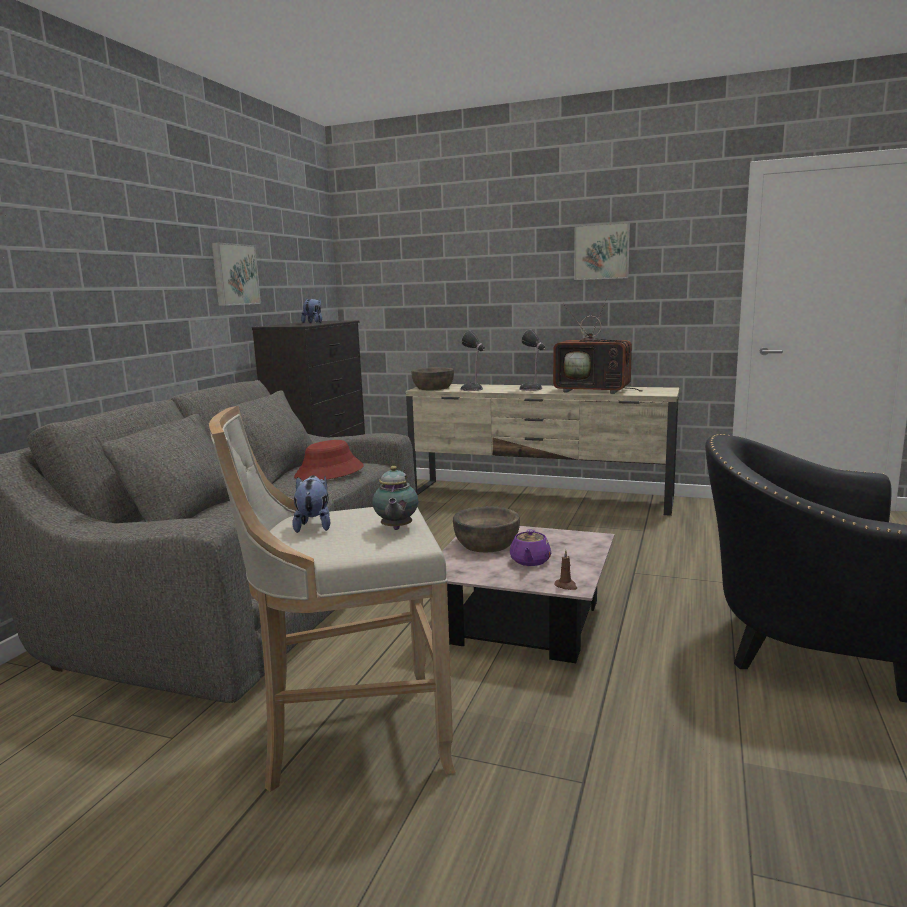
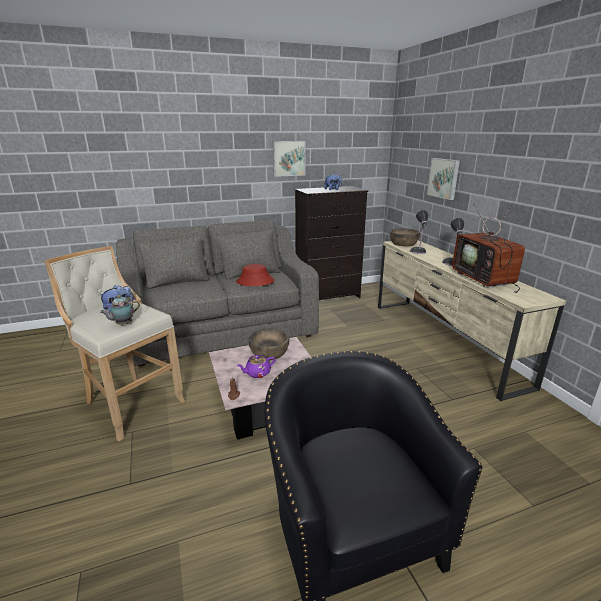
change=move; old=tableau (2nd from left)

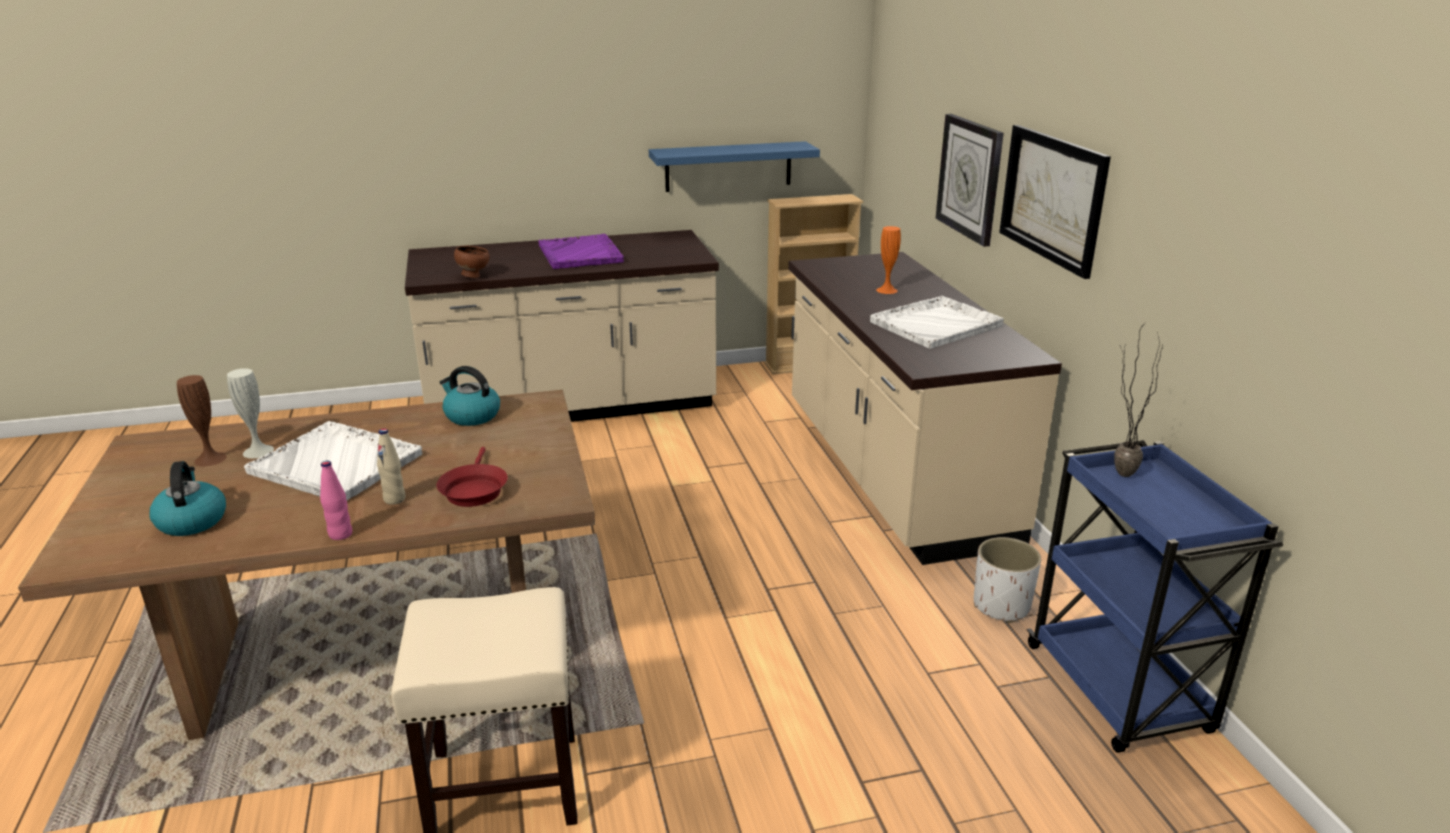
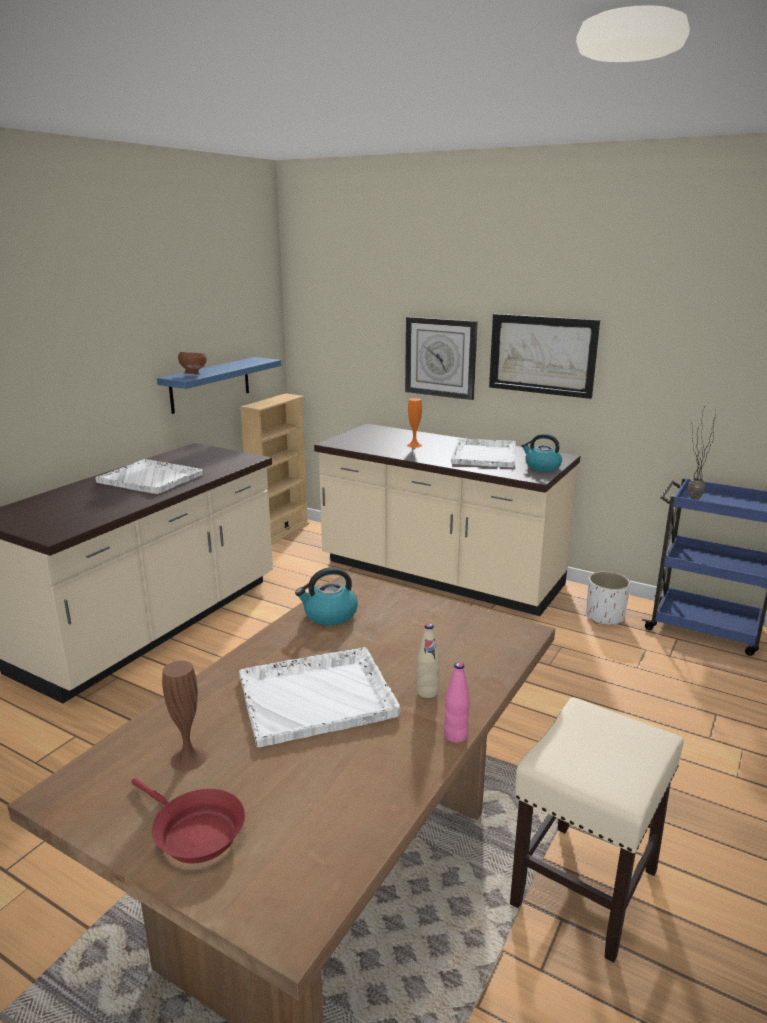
change=delete; old=vase [blanc]
change=move; old=bouilloire (1st from left in the first image); new=bouilloire (2nd from left)
change=move; old=poêle [rouge]
change=move; old=bol [marron]
change=recolor; old=plateau [violet]; new=plateau [blanc] (1st from left)

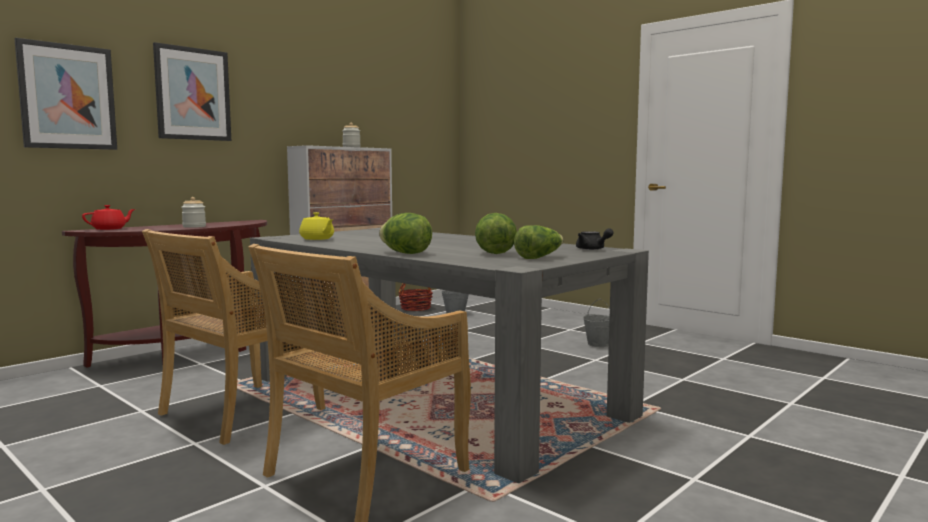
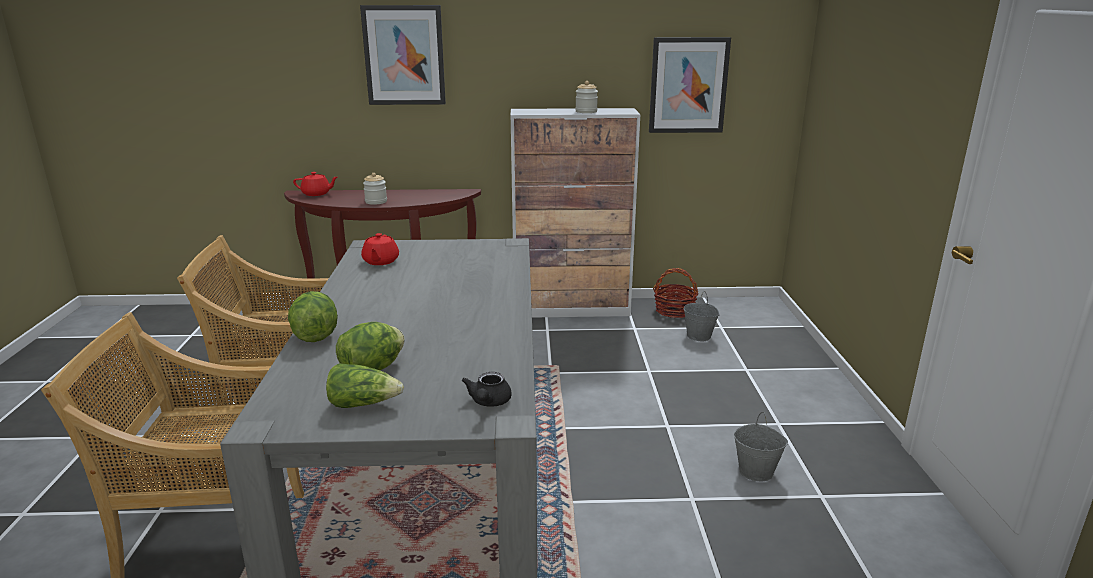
change=move; old=tableau (1st from left in the first image); new=tableau (2nd from left)
change=recolor; old=théière [jaune]; new=théière [rouge] (2nd from left)

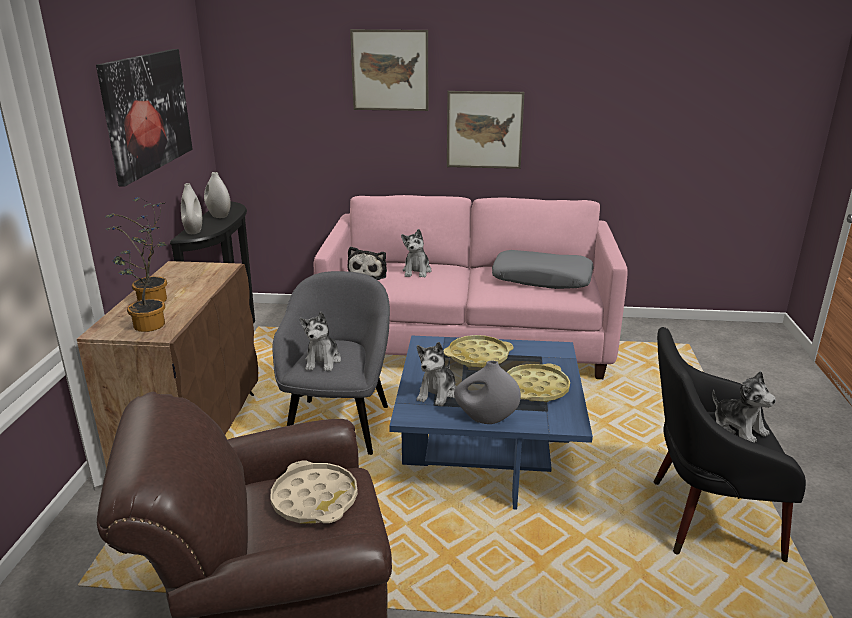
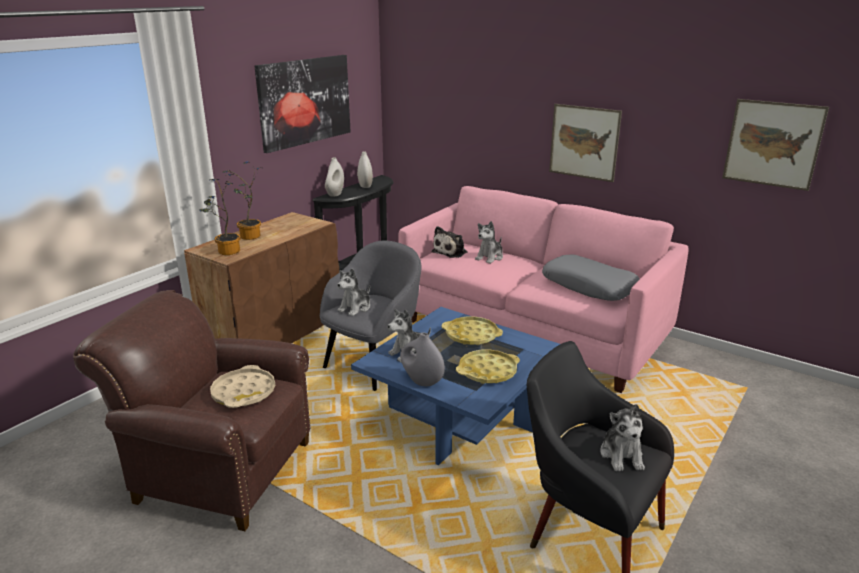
change=move; old=tableau (2nd from left in the first image); new=tableau (3rd from left)

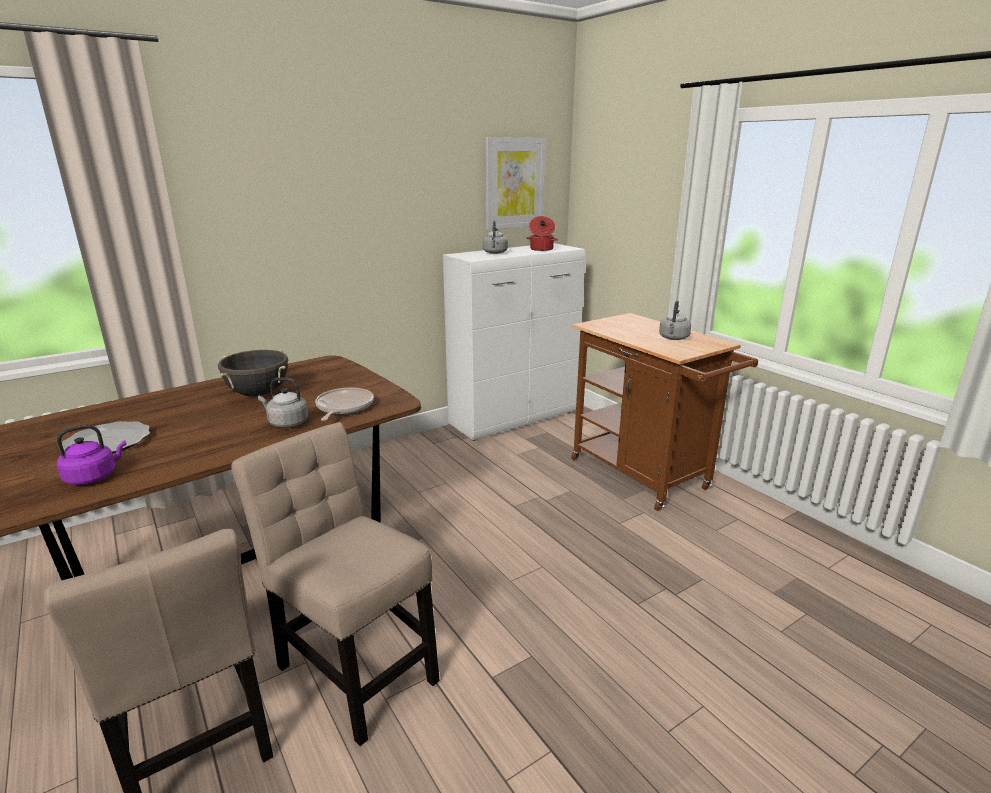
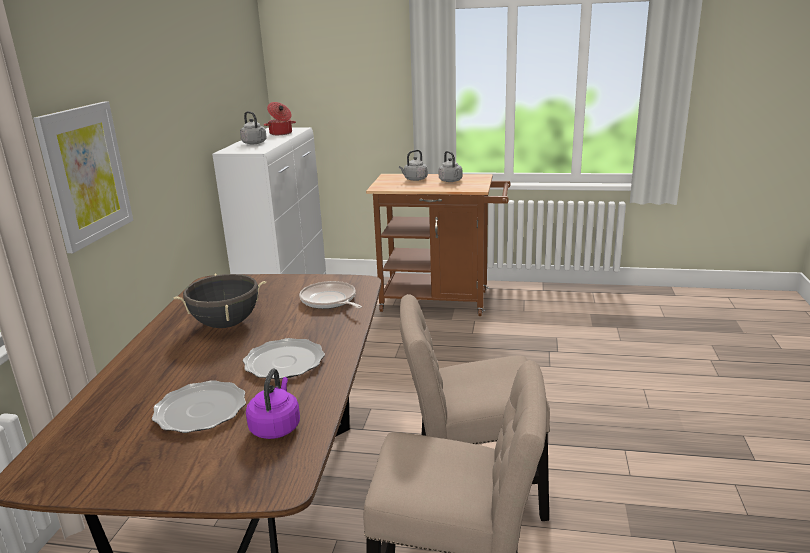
change=insert; new=assiette (2nd from left)
change=move; old=bouilloire [gris] (1st from left in the first image); new=bouilloire [gris] (2nd from left)
change=move; old=tableau

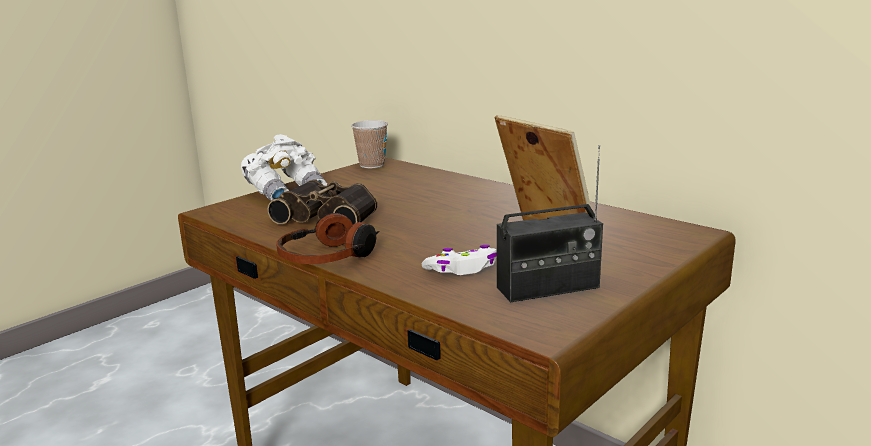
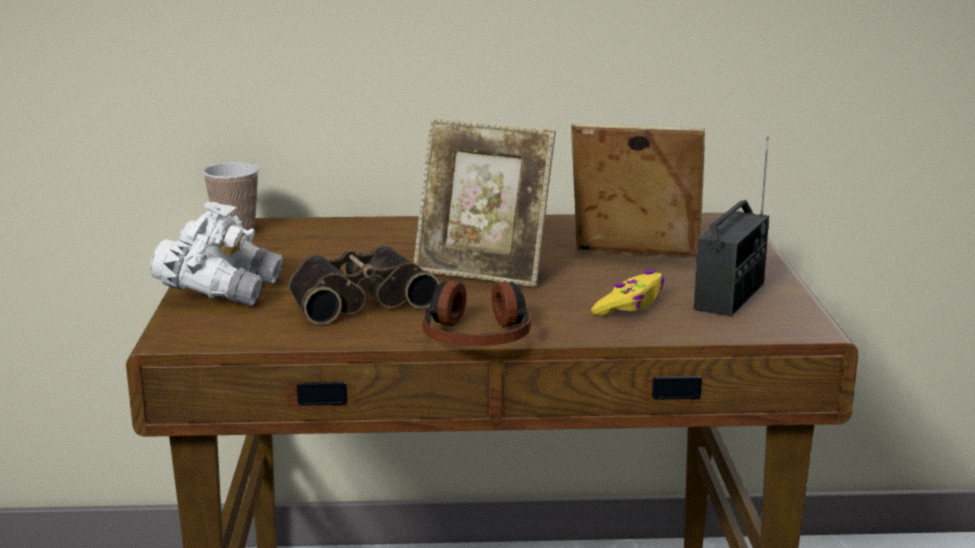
change=insert; new=cadre photo (1st from left)
change=recolor; old=manette [blanc]; new=manette [jaune]

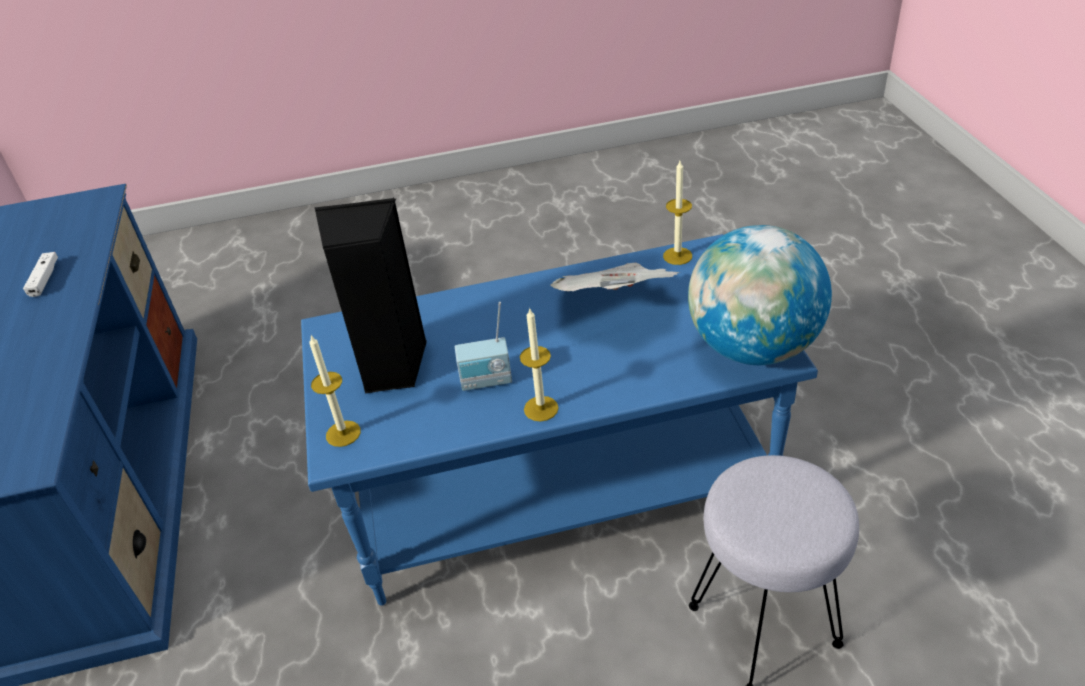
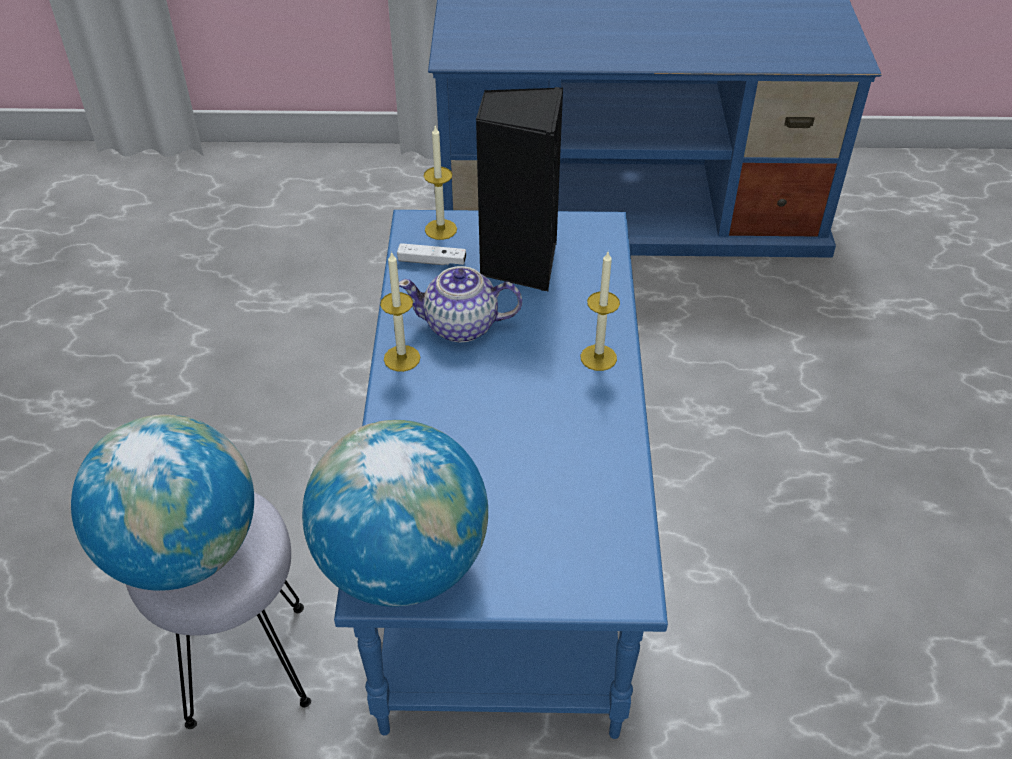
change=delete; old=journal
change=insert; new=globe (1st from left)
change=move; old=manette [blanc]
change=move; old=bougie (3rd from left)
change=replace; old=radio; new=théière

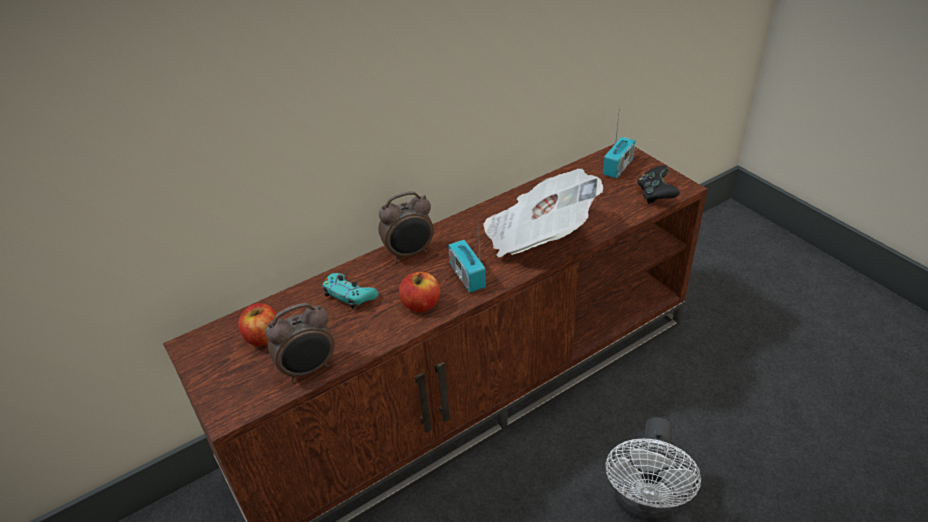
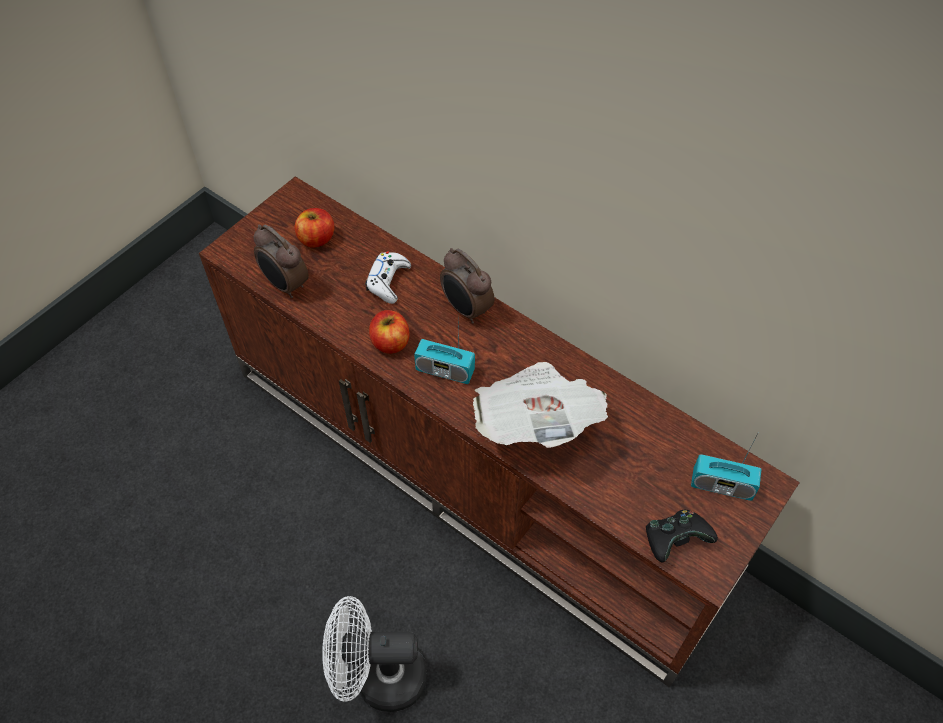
change=recolor; old=manette [turquoise]; new=manette [blanc]
change=rotate; old=radio (1st from left); degrees=-120

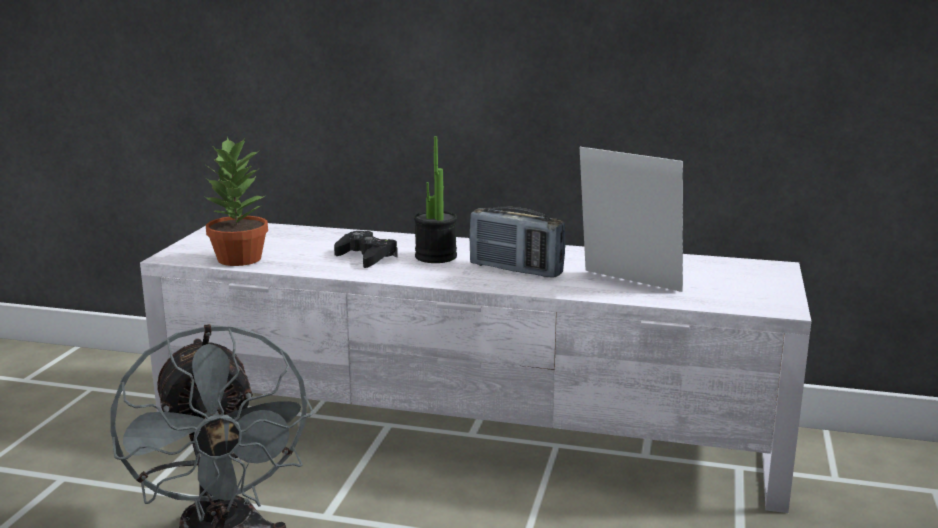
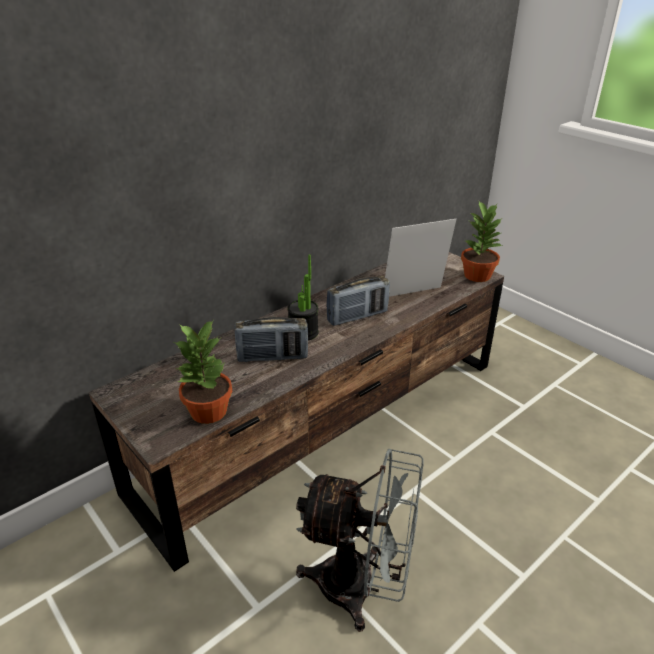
change=insert; new=plante en pot (3rd from left)
change=replace; old=manette [noir]; new=radio (1st from left)
change=recolor; old=meuble télé [blanc]; new=meuble télé [marron]

